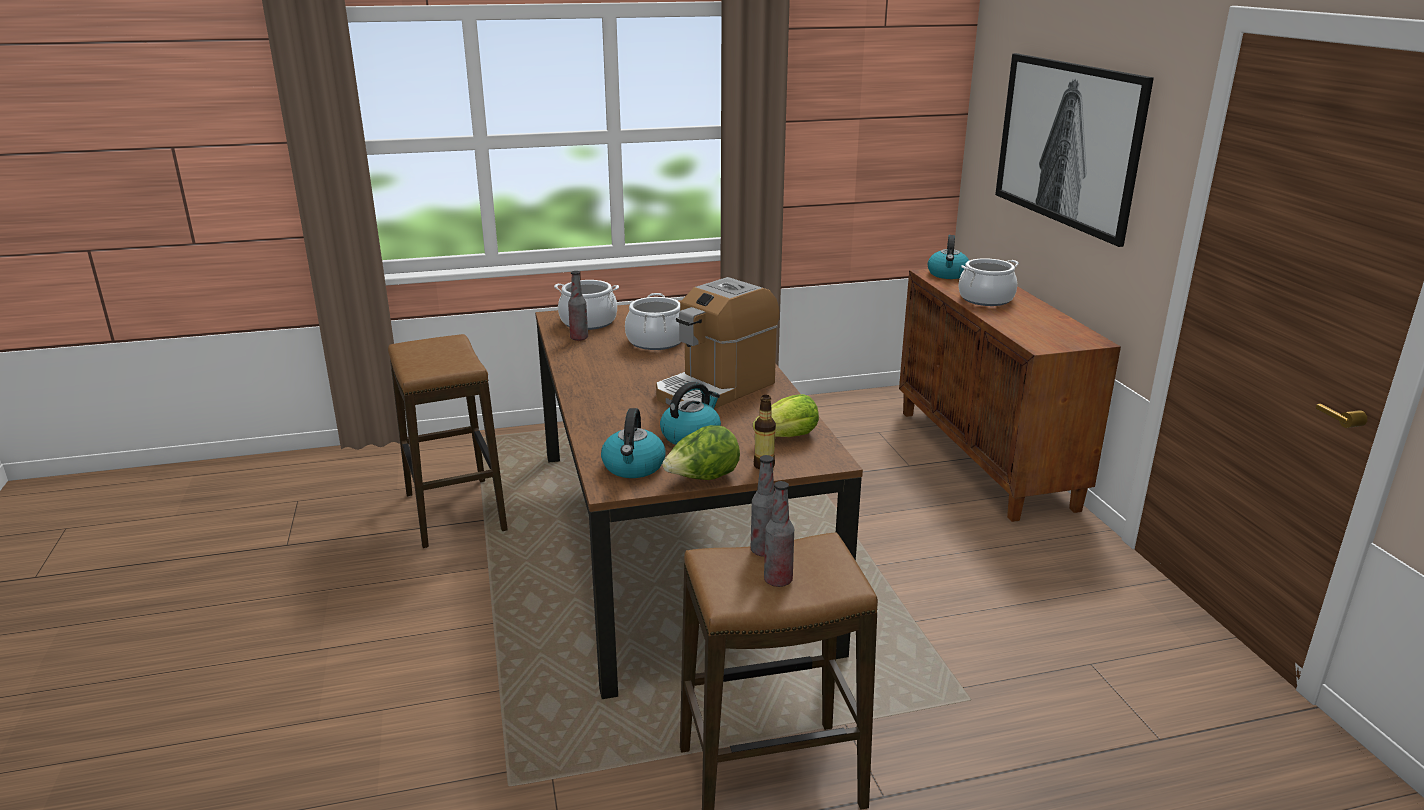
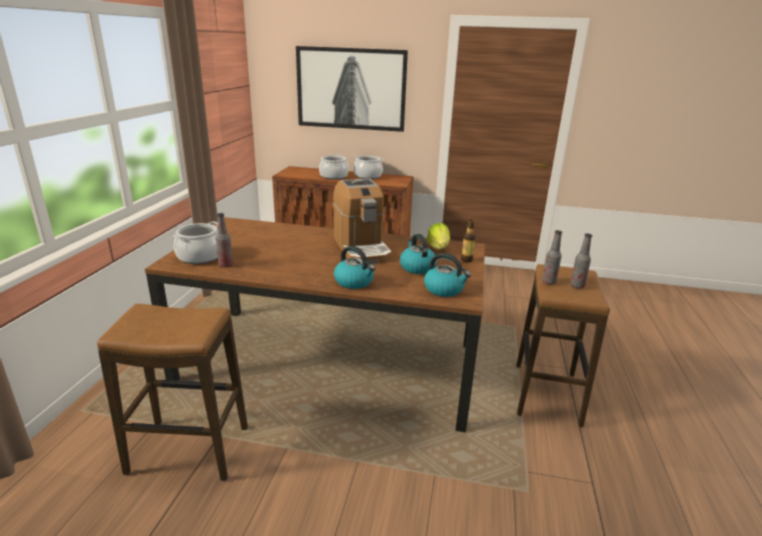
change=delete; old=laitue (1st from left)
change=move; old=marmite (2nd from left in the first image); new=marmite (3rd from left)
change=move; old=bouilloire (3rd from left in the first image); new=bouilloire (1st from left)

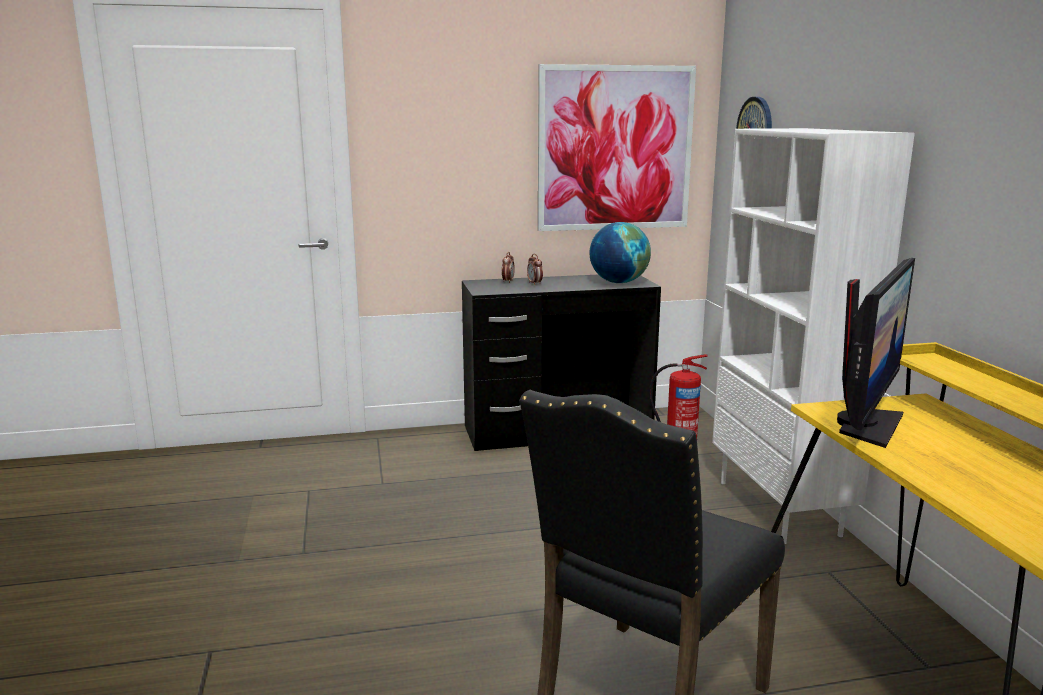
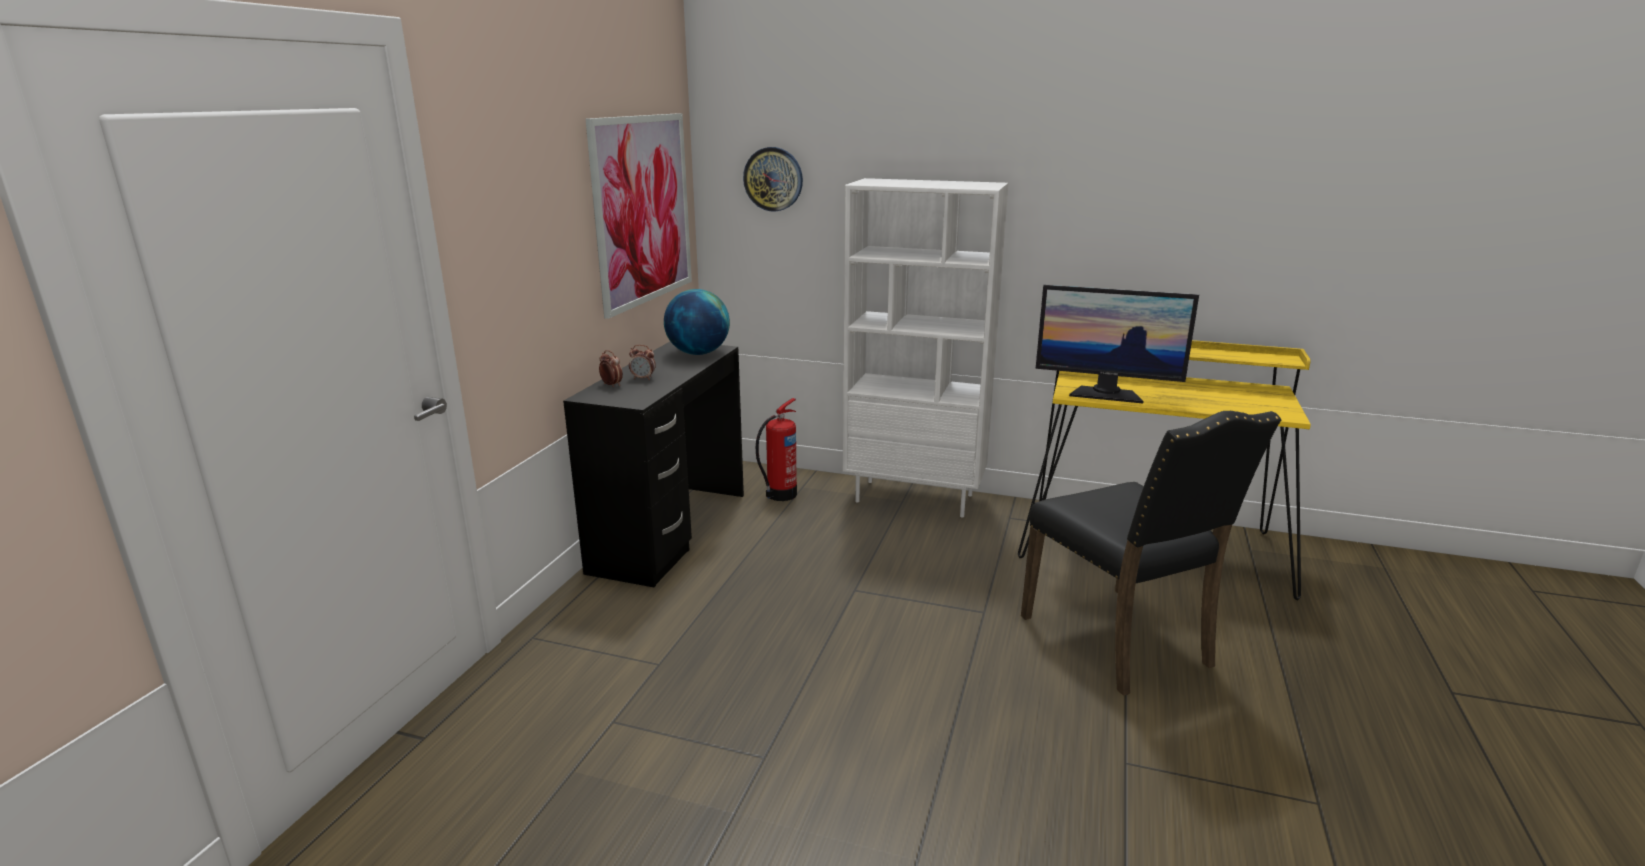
change=rotate; old=écran d'ordinateur; degrees=135

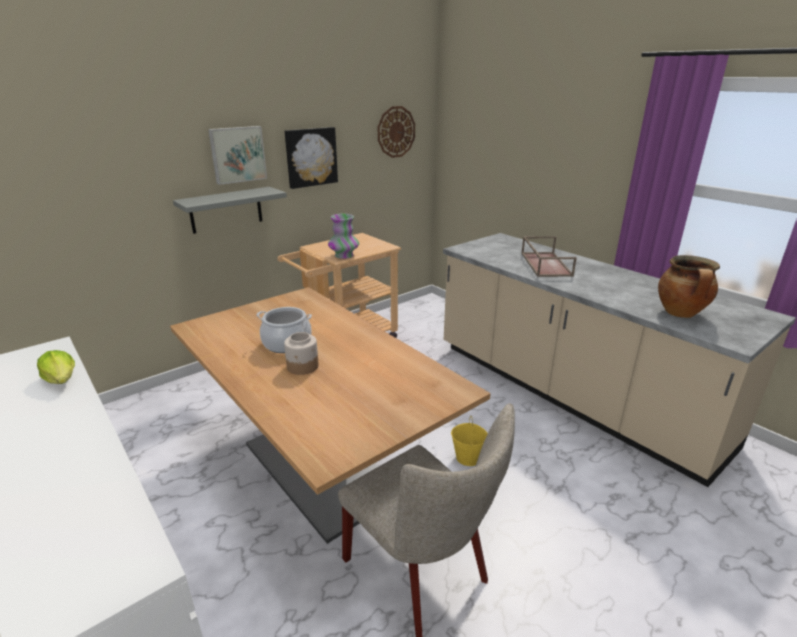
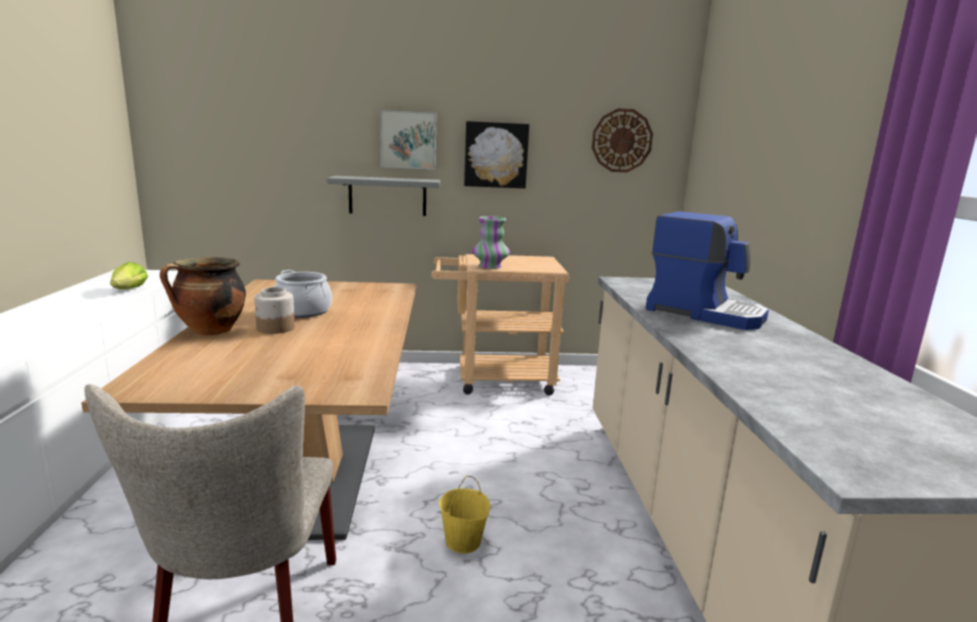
change=move; old=marmite (2nd from left in the first image); new=marmite (1st from left)
change=replace; old=plateau [marron]; new=machine à café

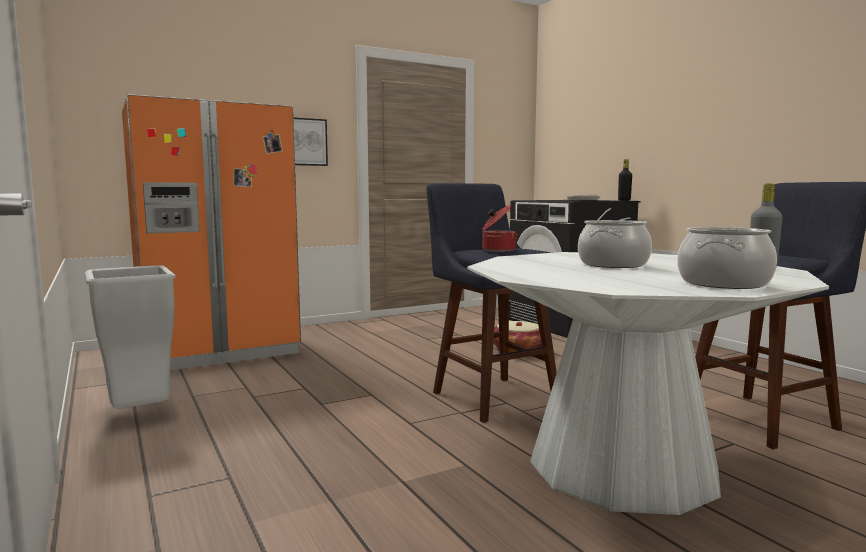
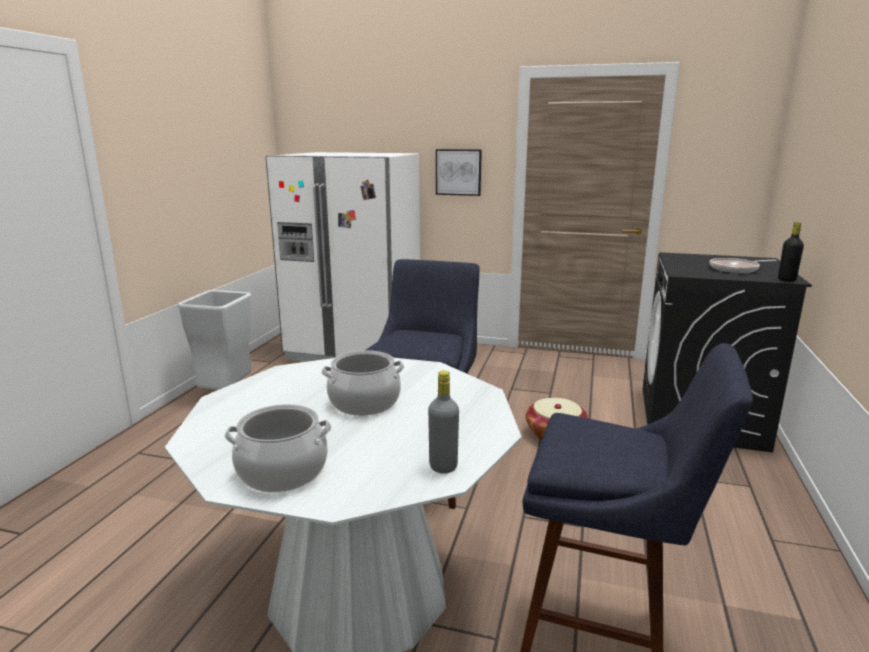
change=delete; old=marmite (1st from left)
change=recolor; old=réfrigérateur [orange]; new=réfrigérateur [blanc]

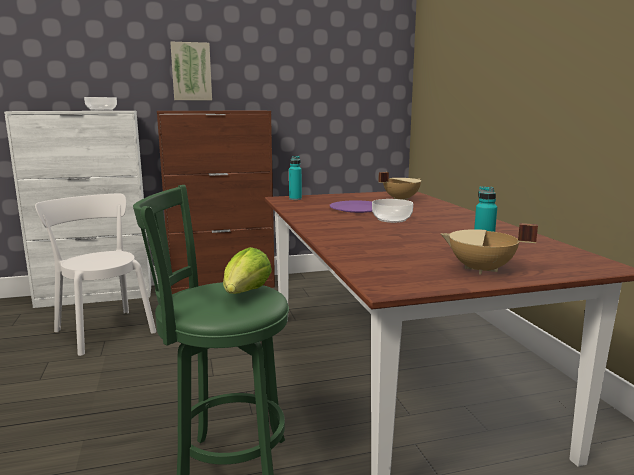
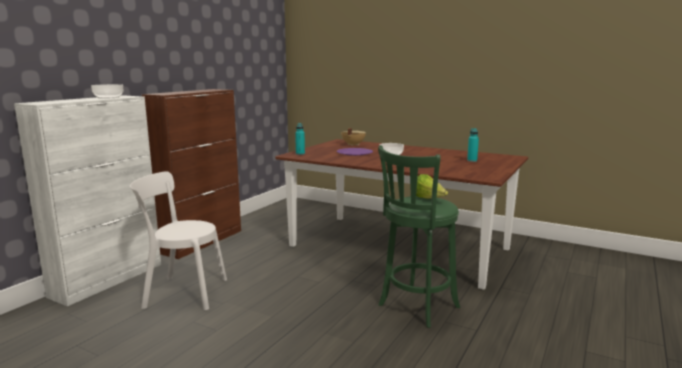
change=delete; old=tableau
change=delete; old=marmite [beige] (2nd from left)

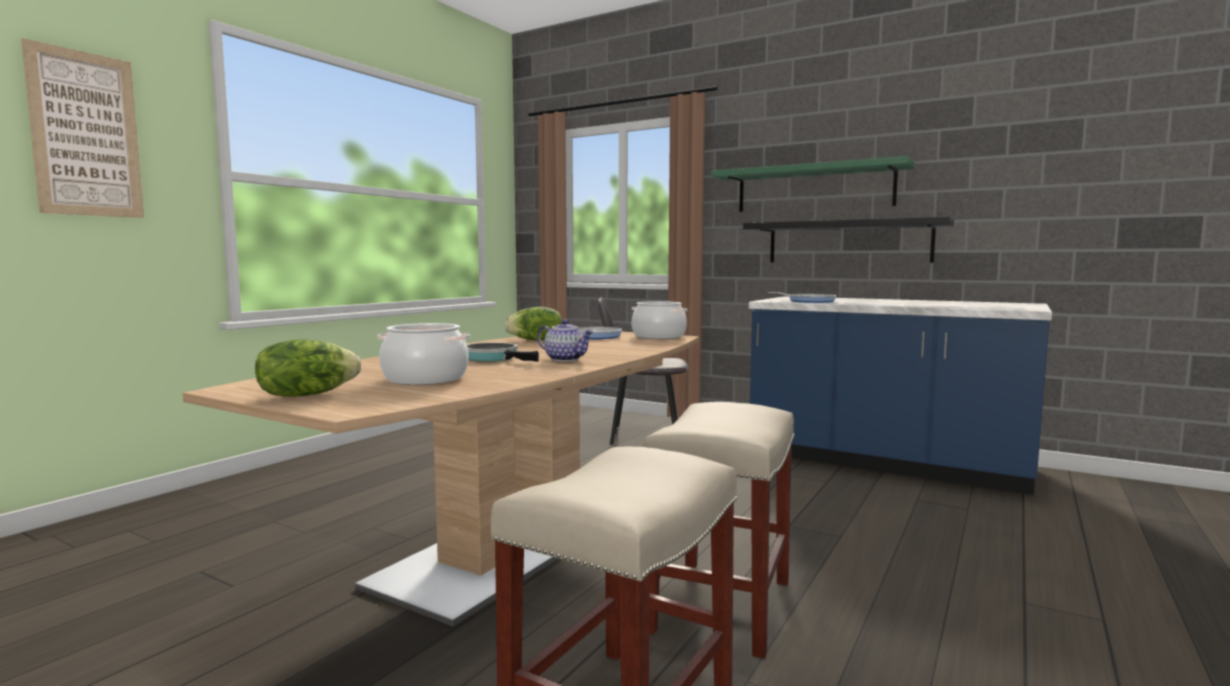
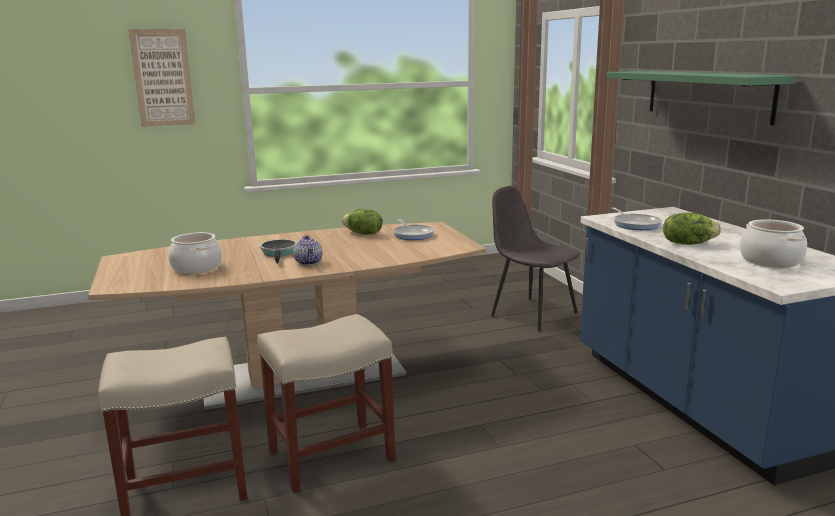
change=delete; old=étagère [noir]
change=move; old=laitue (1st from left in the first image); new=laitue (2nd from left)
change=move; old=marmite (2nd from left)

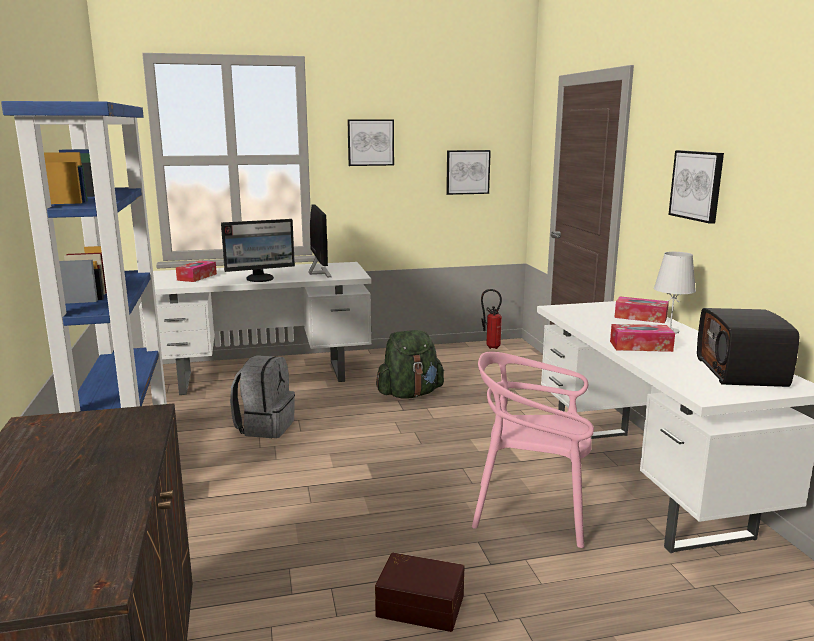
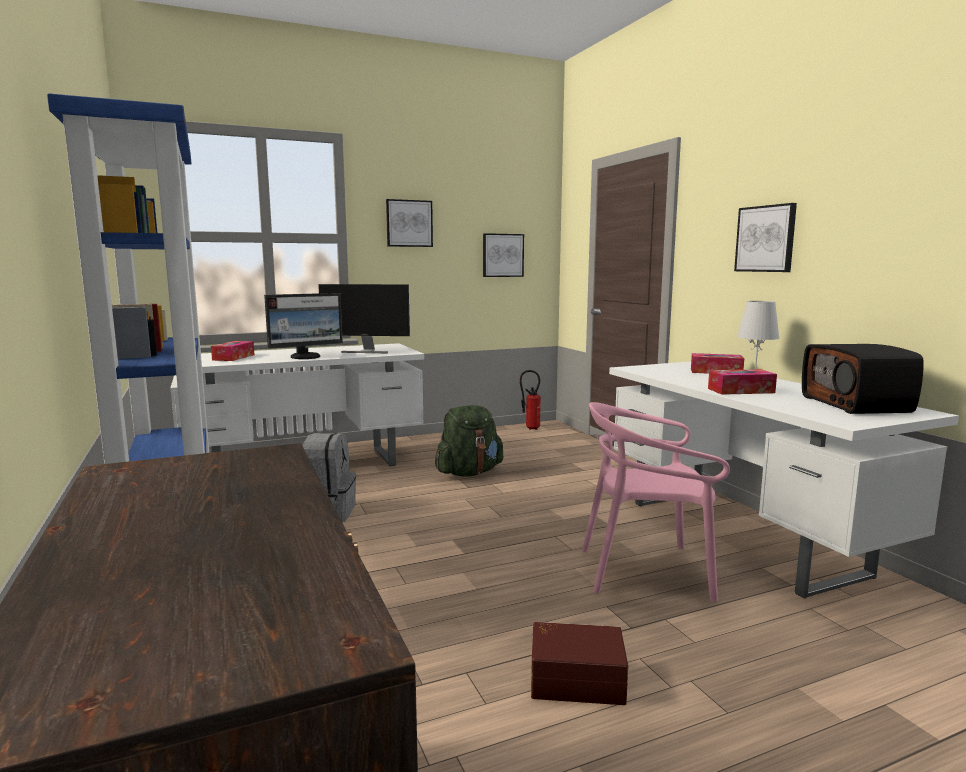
change=rotate; old=écran d'ordinateur (2nd from left); degrees=120

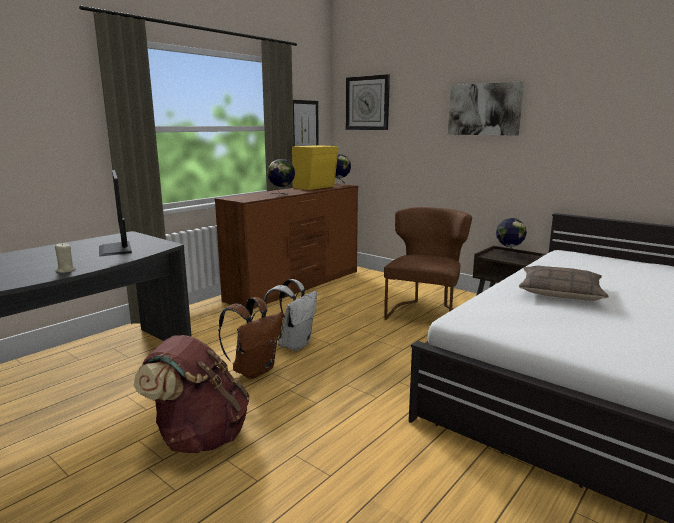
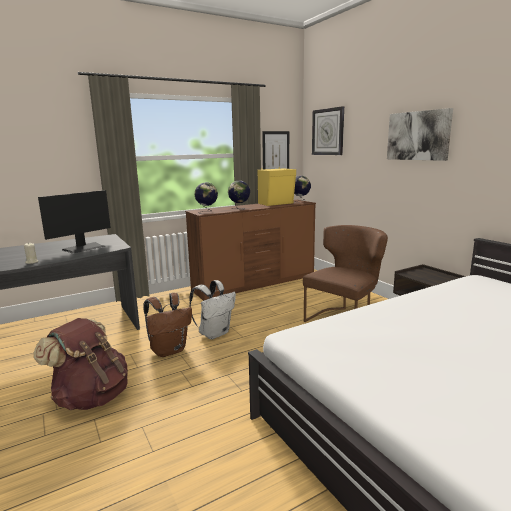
change=delete; old=coussin
change=move; old=globe (3rd from left in the first image); new=globe (1st from left)
change=rotate; old=écran d'ordinateur; degrees=-135

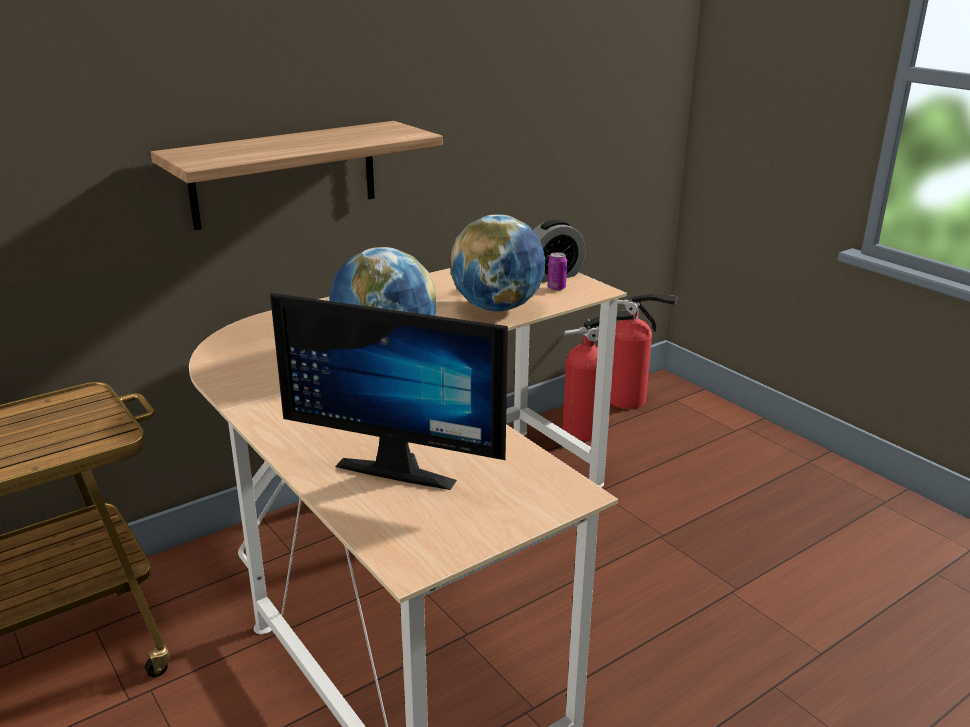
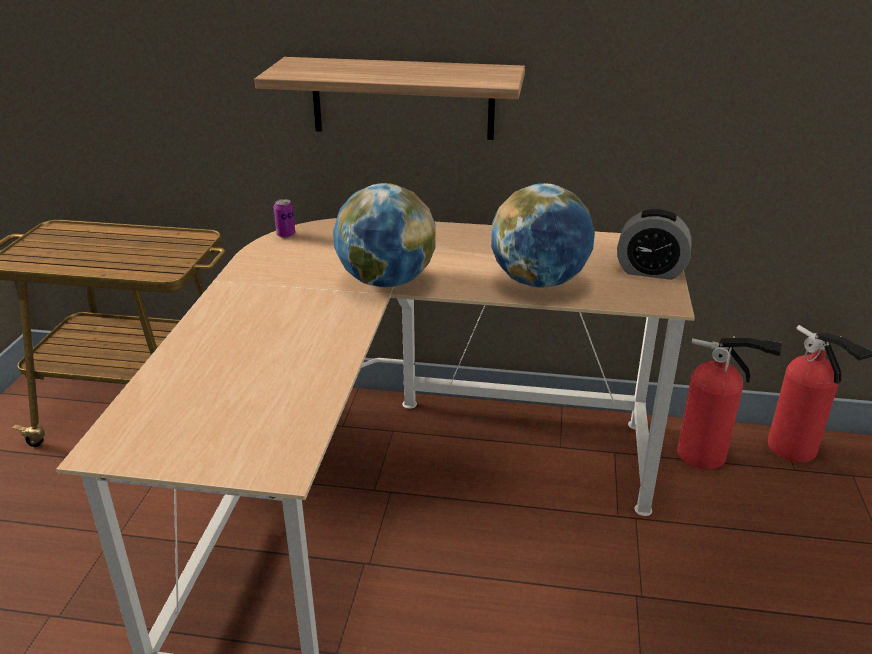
change=delete; old=écran d'ordinateur
change=move; old=boîte métallique

